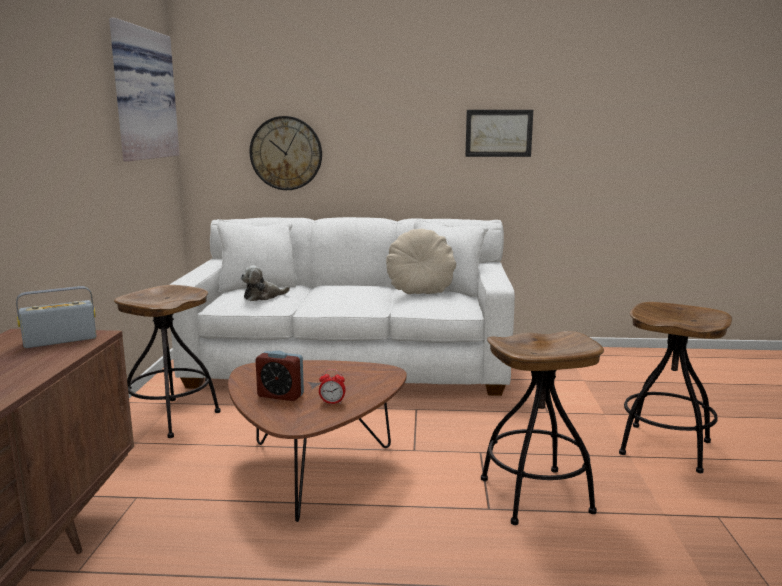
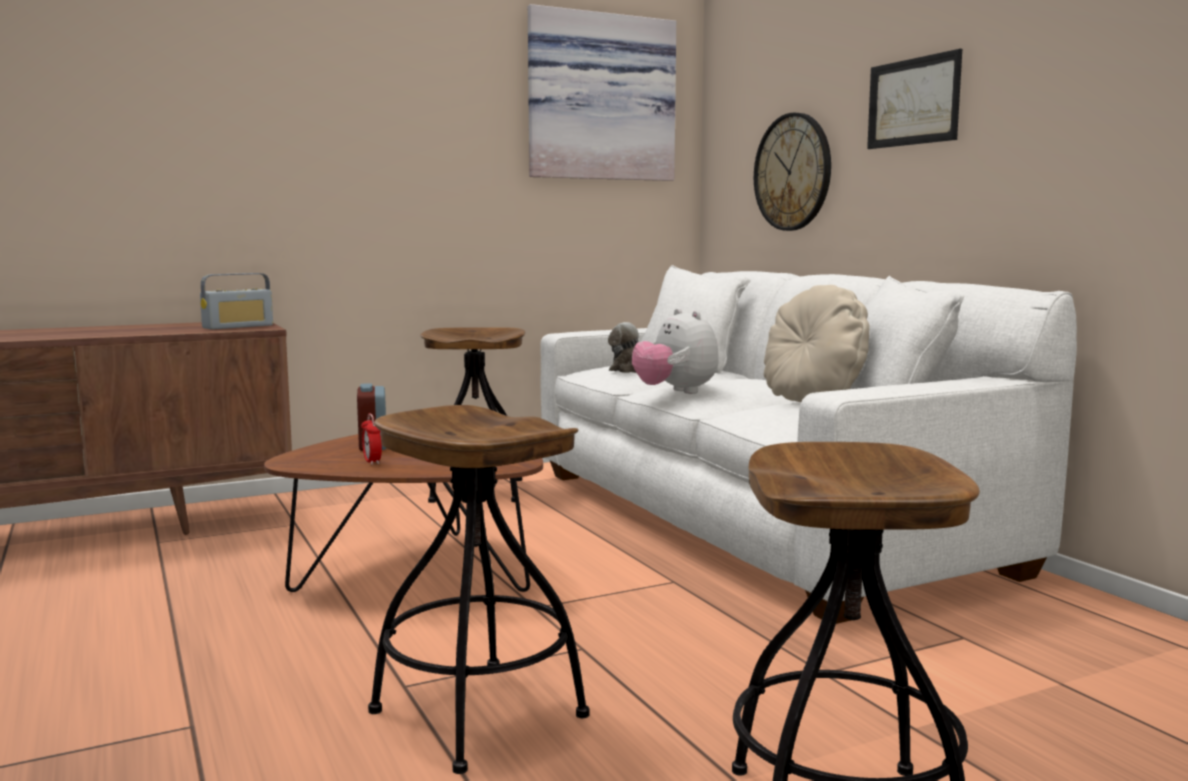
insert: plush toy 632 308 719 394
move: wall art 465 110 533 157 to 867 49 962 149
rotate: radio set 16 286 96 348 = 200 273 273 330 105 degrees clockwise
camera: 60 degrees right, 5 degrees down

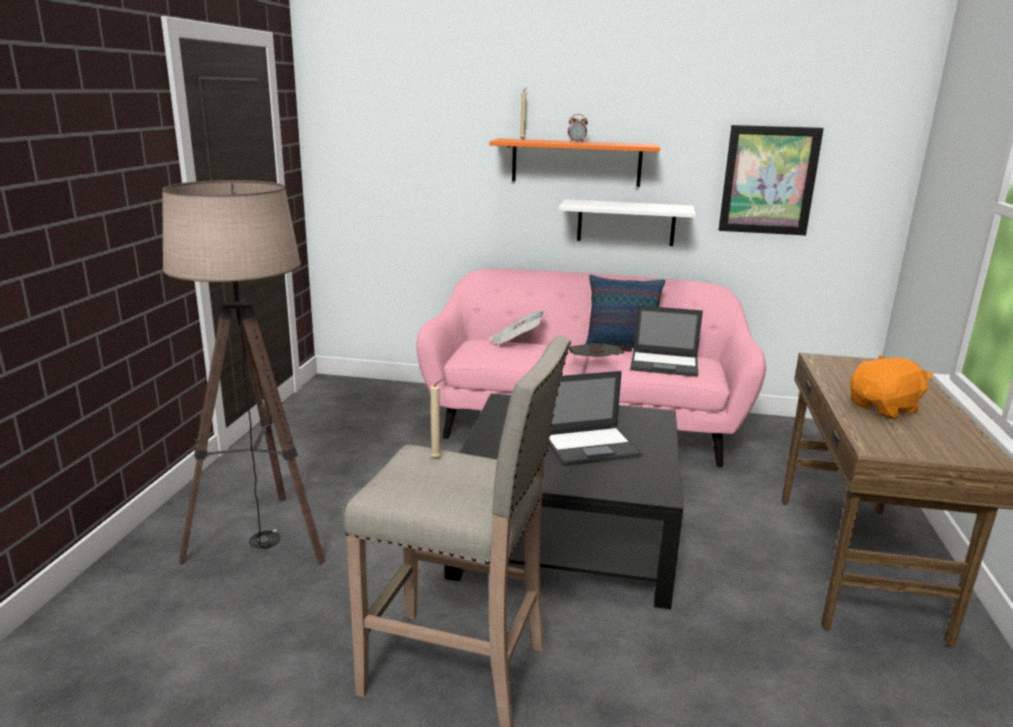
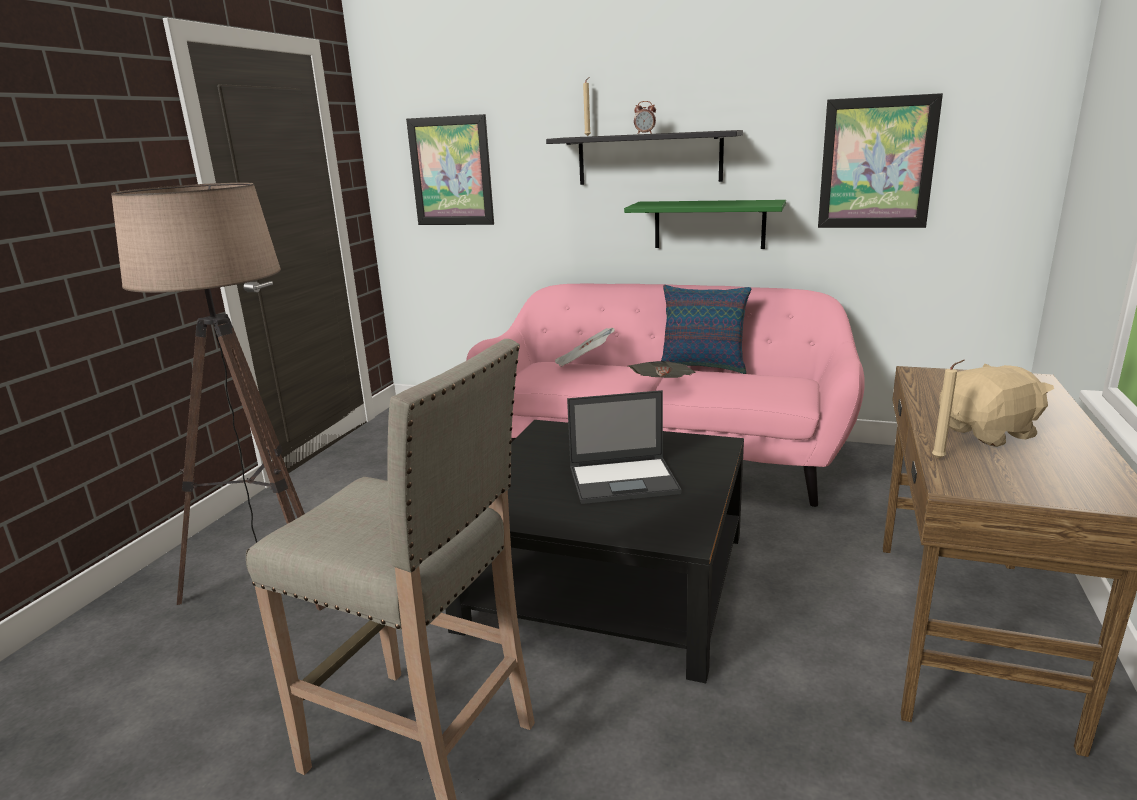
delete: laptop 630 305 703 377
insert: wall art 406 114 494 225
move: beige wax candle 430 379 444 458 to 932 360 965 459
recolor: orange shelf 490 139 660 187 to blackish shelf 546 130 743 185; white shelf 558 199 696 246 to green shelf 624 200 786 249; orange plush toy 850 355 934 419 to beige plush toy 939 364 1054 447
camera: 10 degrees right, 0 degrees up

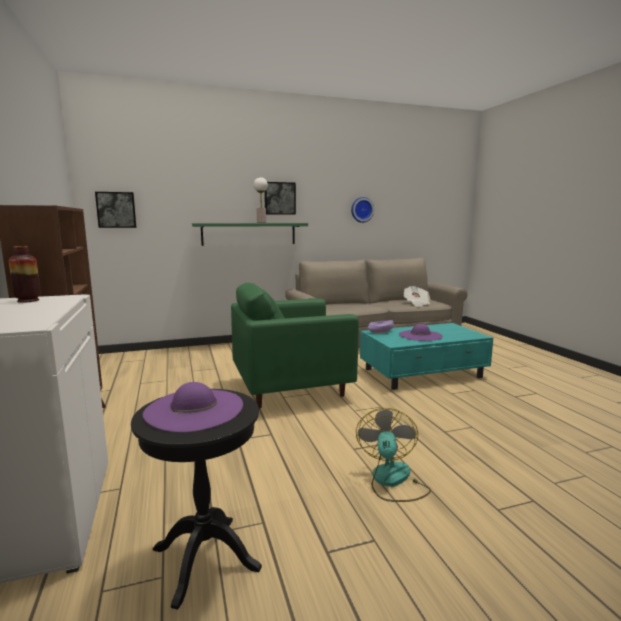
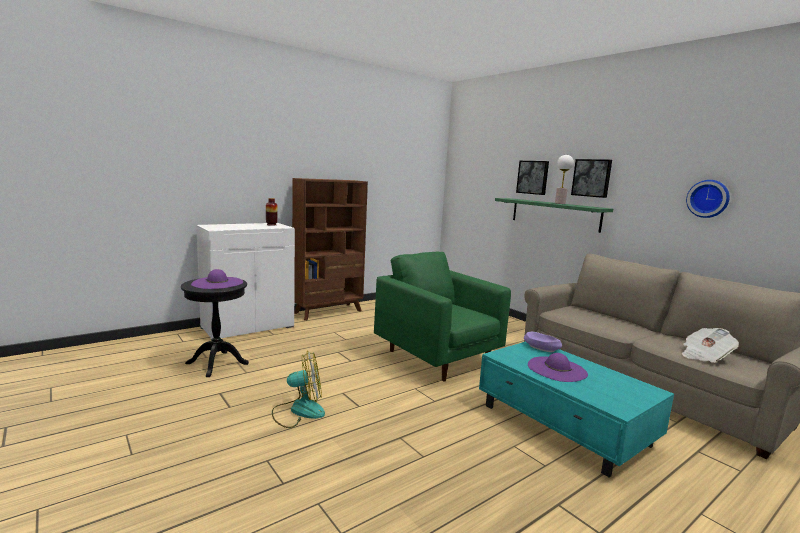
move: wall art 95 192 137 228 to 516 161 549 195
camera: 70 degrees right, 0 degrees up

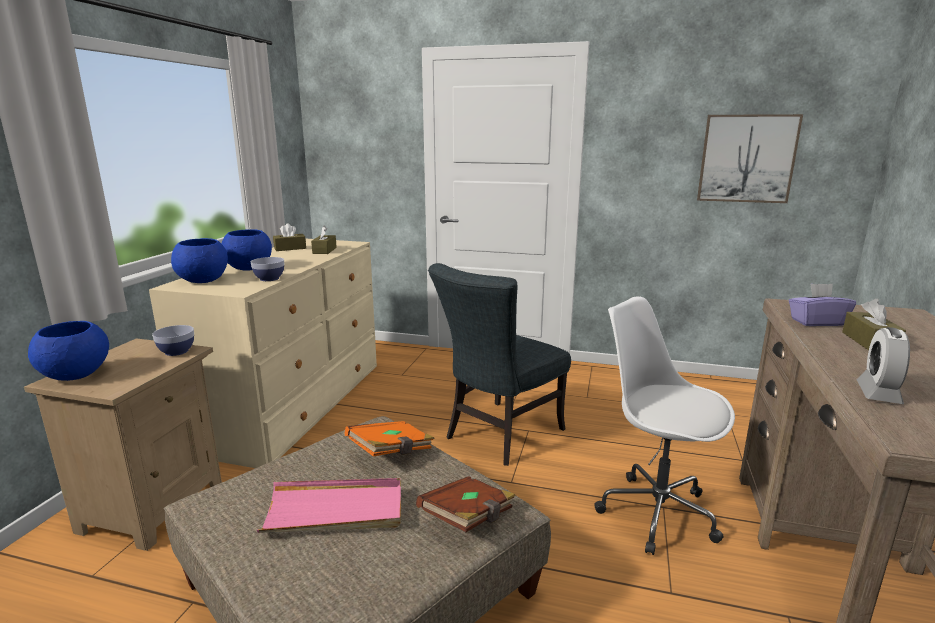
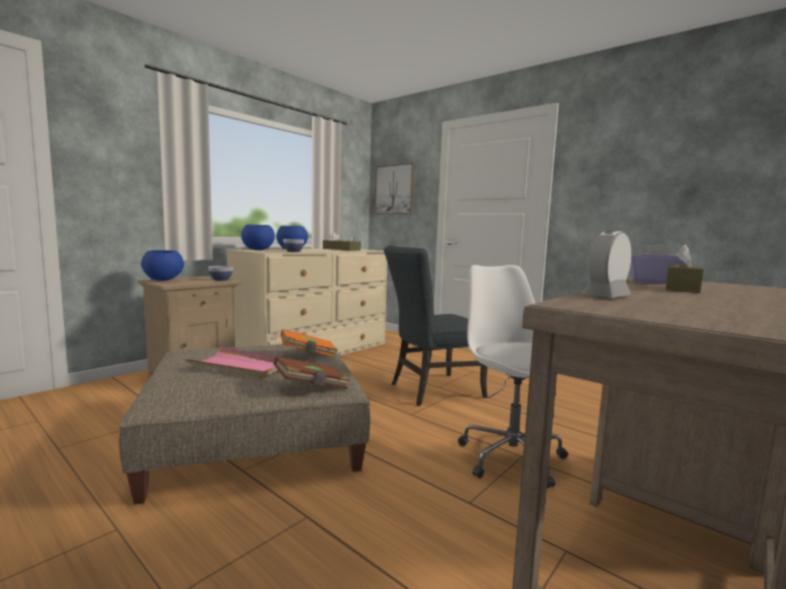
move: wall art 697 114 803 203 to 375 163 415 214
camera: 25 degrees right, 10 degrees down

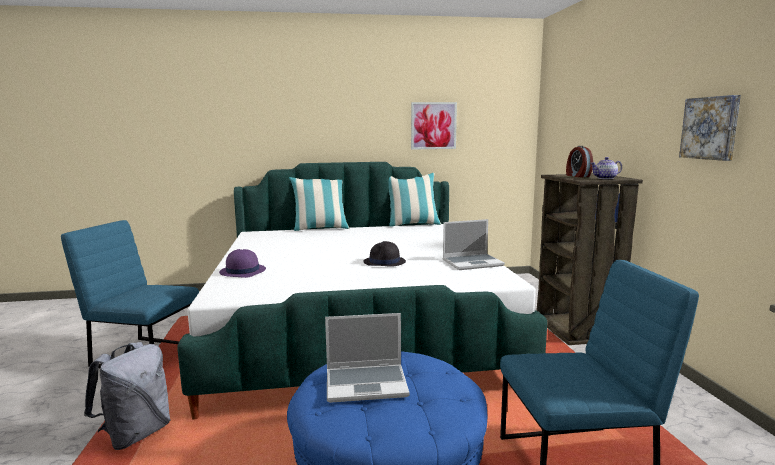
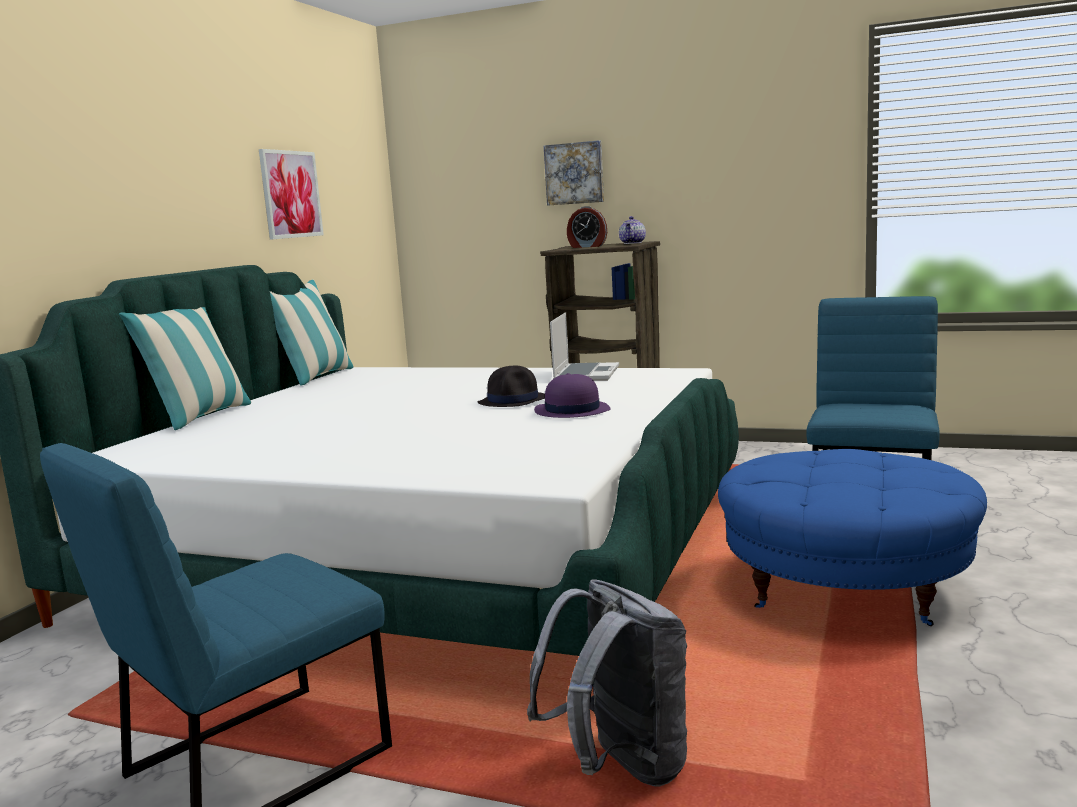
delete: laptop 325 313 409 403
move: wall art 679 95 741 161 to 544 140 604 206; purple-coloured wearable hat 219 249 266 278 to 534 373 611 418
camera: 60 degrees left, 0 degrees up

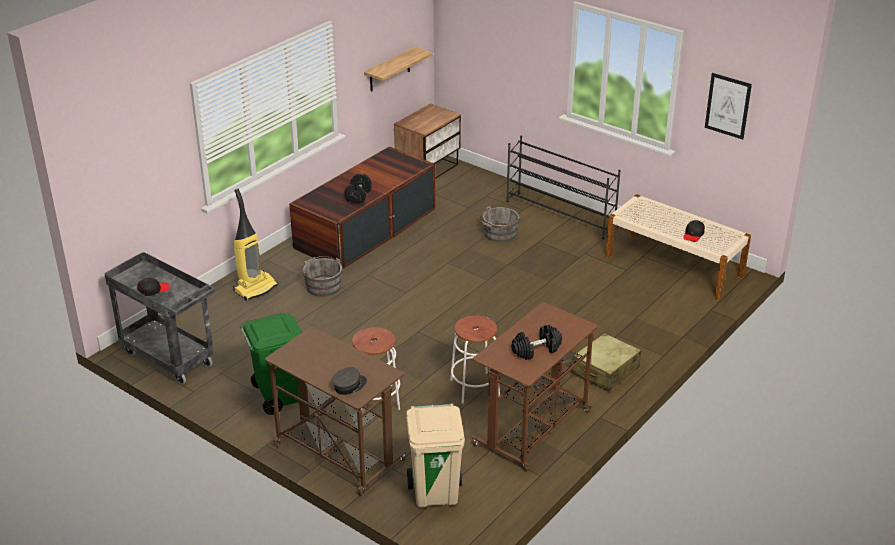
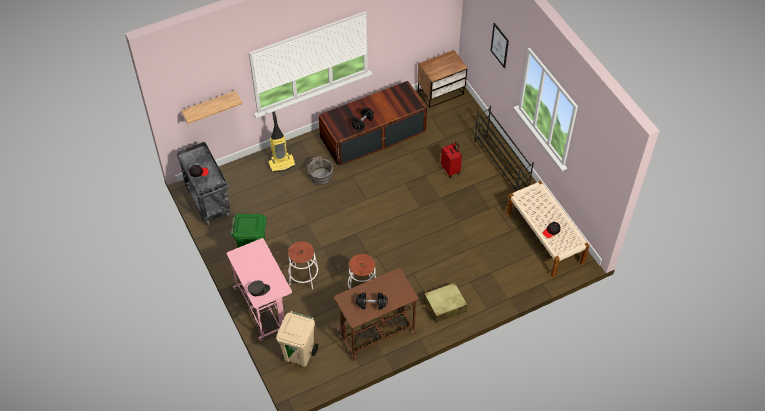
move: shelf 364 47 433 91 to 181 91 242 124; wall art 705 73 752 140 to 490 23 509 68
replace: gray pail 478 206 520 242 to reddish piece of luggage 441 142 462 178
recolor: brownish desk table 265 327 406 496 to pink desk table 227 238 292 341
camera: 25 degrees right, 20 degrees up

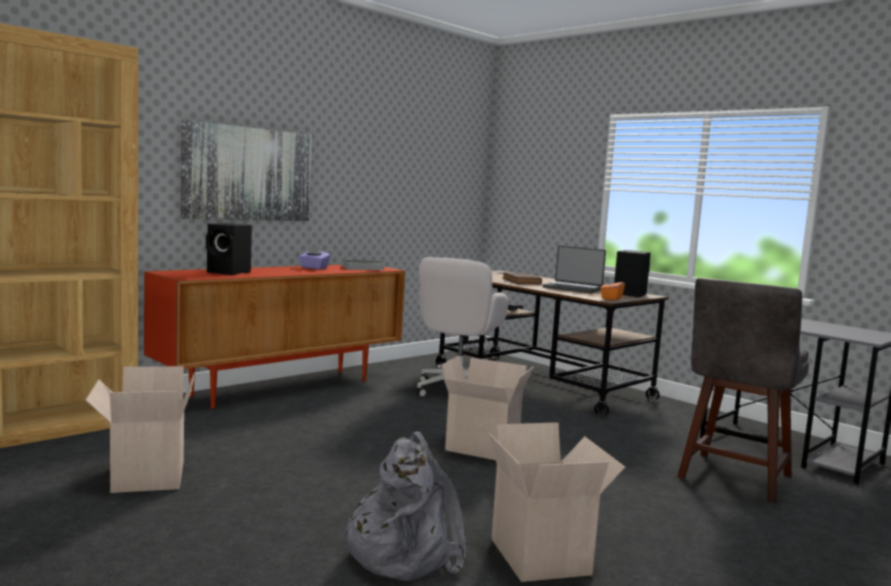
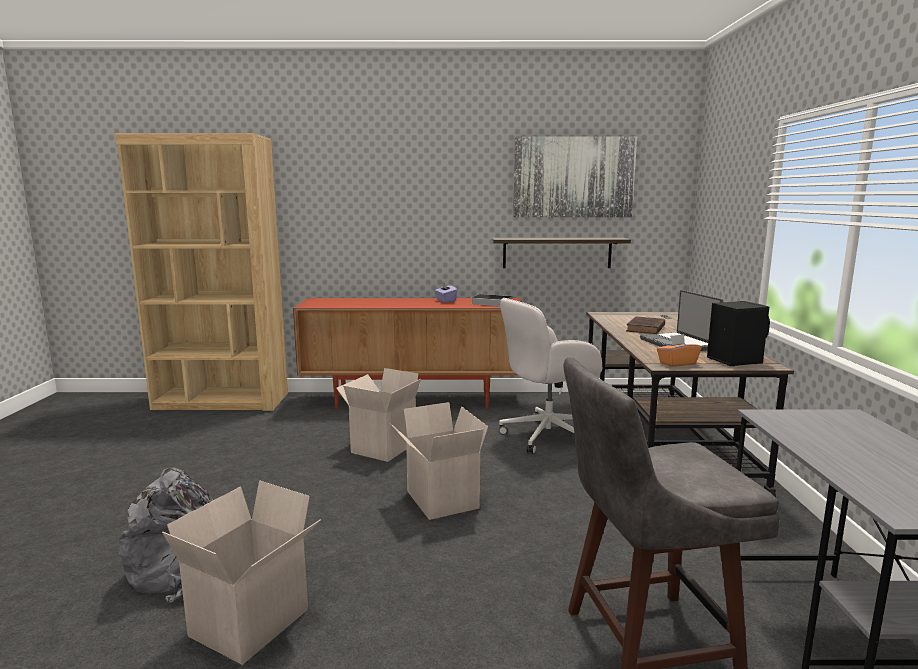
delete: blackish loudspeaker 206 223 252 275
insert: shelf 492 238 631 268
move: wall art 180 120 312 221 to 513 136 637 217; packing box 86 366 195 493 to 336 368 421 462
camera: 45 degrees right, 5 degrees up

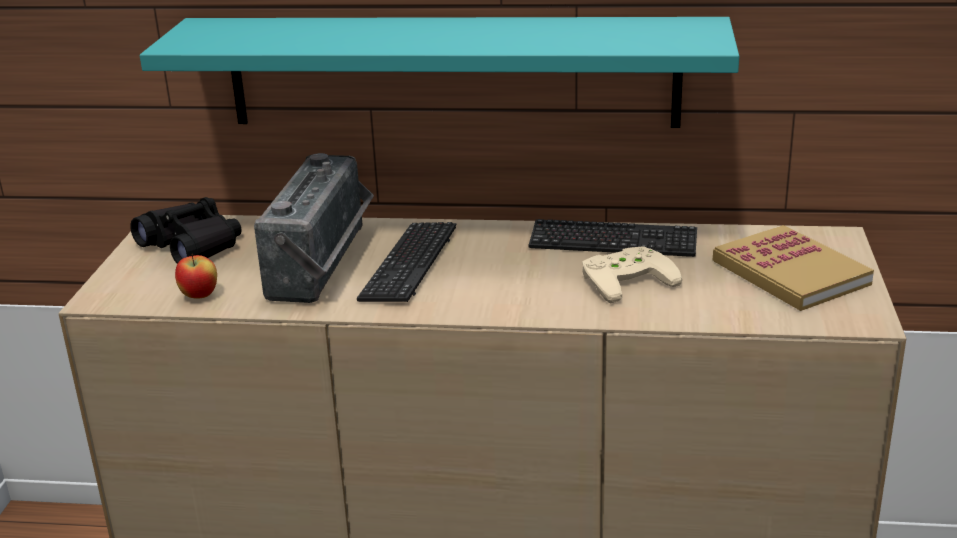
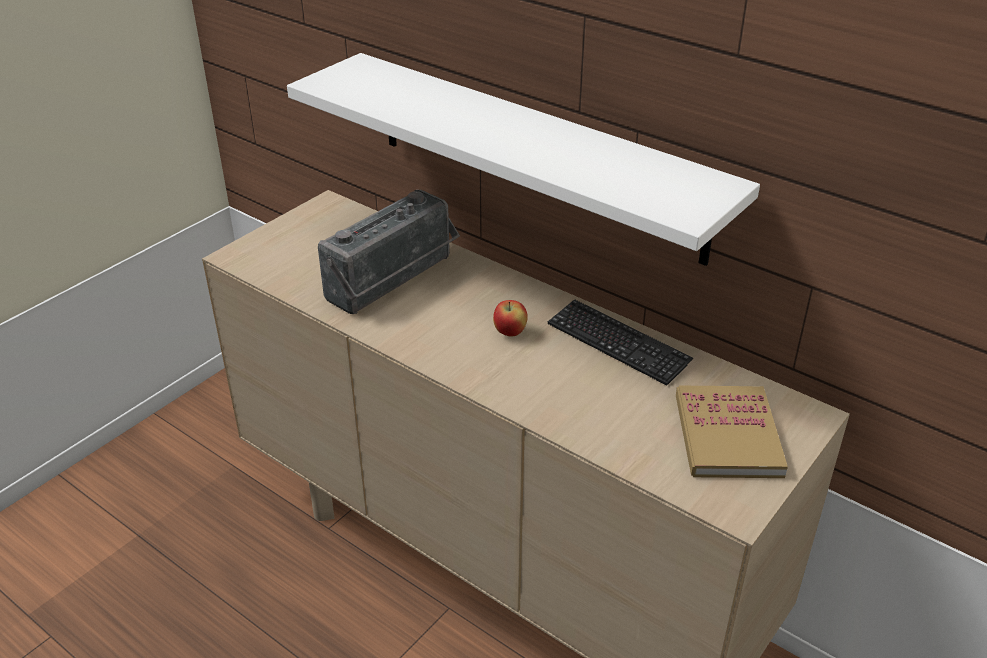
delete: blackish binoculars 130 197 242 264; PC keyboard 357 222 456 302; beige game controller 582 246 682 304
move: whole apple 175 254 217 298 to 493 300 528 337
recolor: blue-green shelf 140 17 739 128 to white shelf 287 53 760 266
camera: 30 degrees right, 10 degrees up

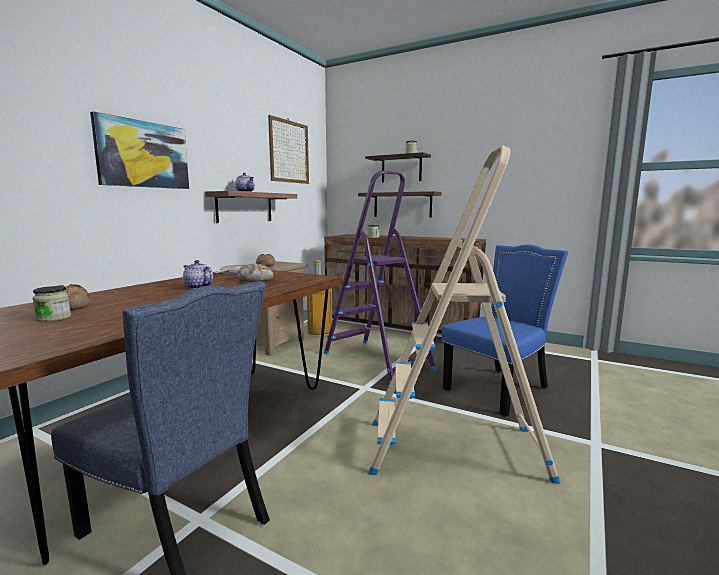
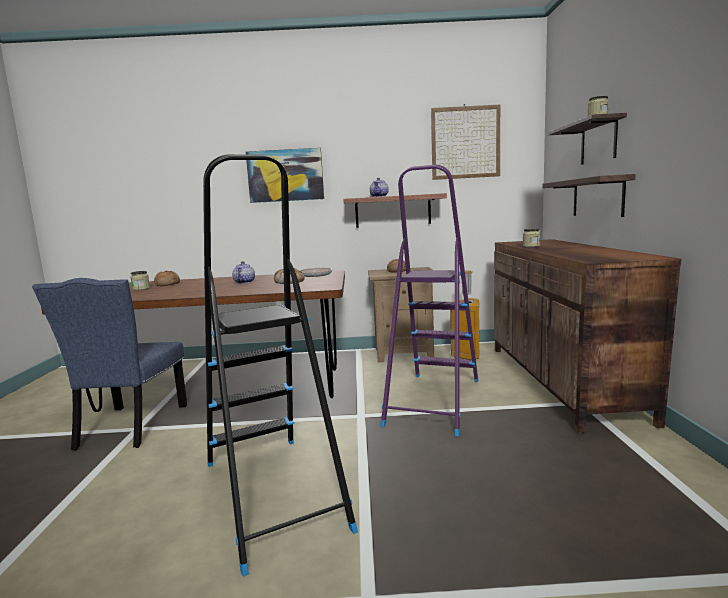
delete: blue upright chair 441 245 568 417
recolor: beige step ladder 368 145 561 484 to blackish step ladder 203 154 358 576
camera: 60 degrees right, 0 degrees up

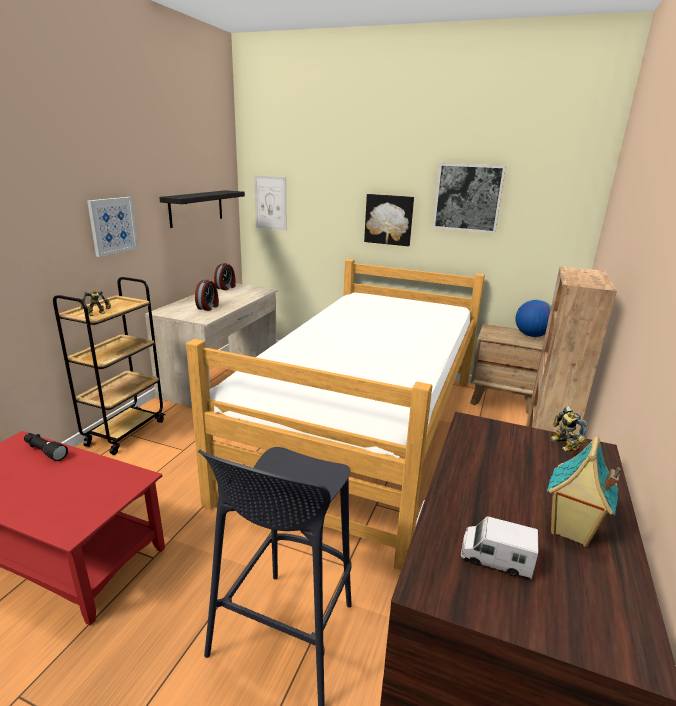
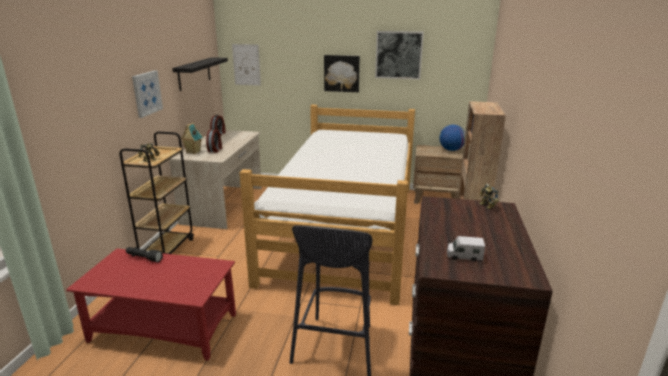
move: model house 547 436 621 547 to 181 123 203 154
camera: 10 degrees left, 0 degrees up

